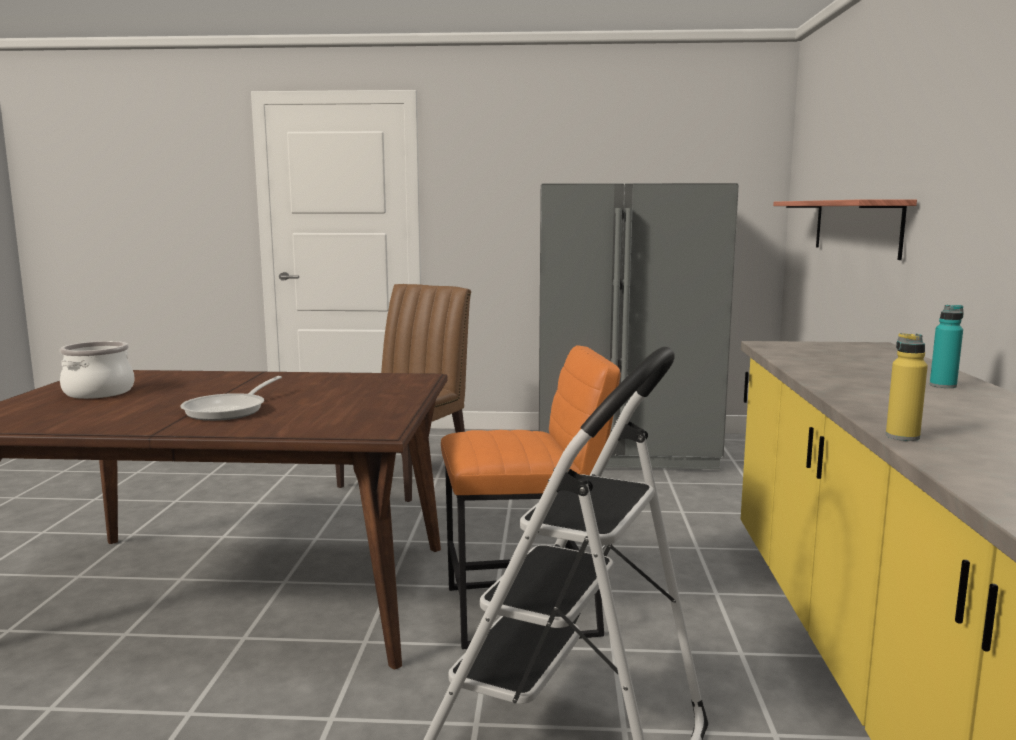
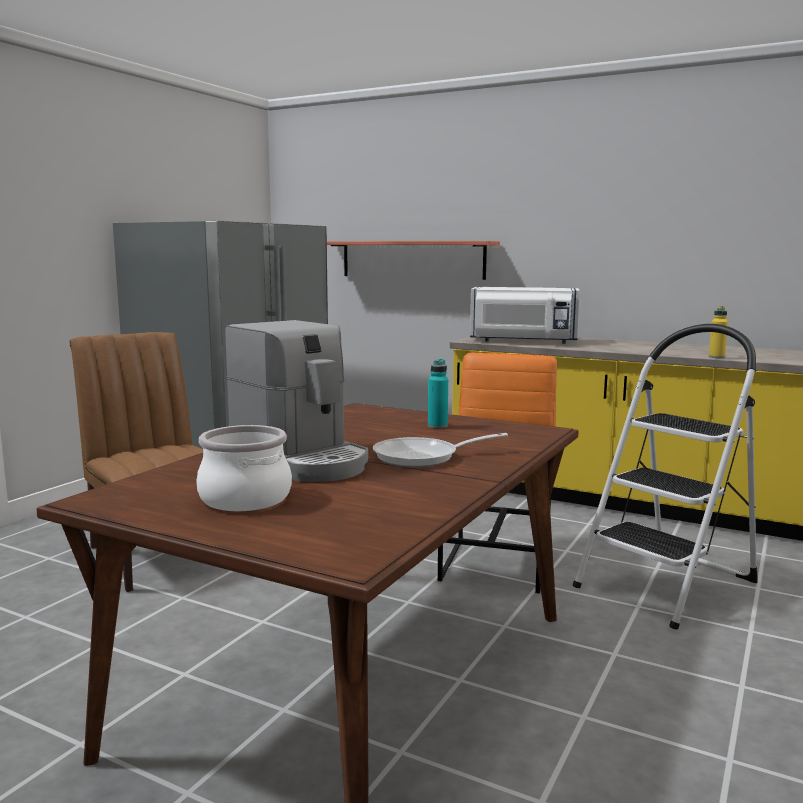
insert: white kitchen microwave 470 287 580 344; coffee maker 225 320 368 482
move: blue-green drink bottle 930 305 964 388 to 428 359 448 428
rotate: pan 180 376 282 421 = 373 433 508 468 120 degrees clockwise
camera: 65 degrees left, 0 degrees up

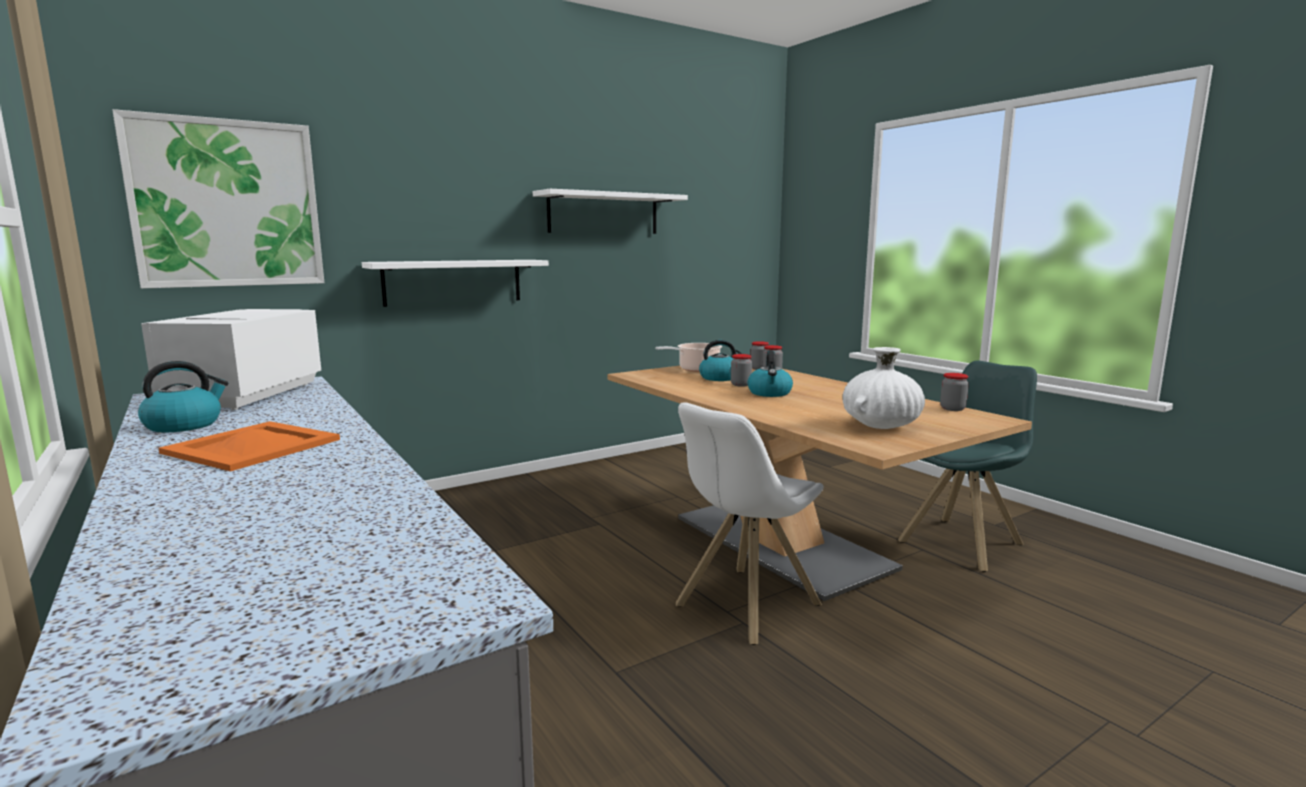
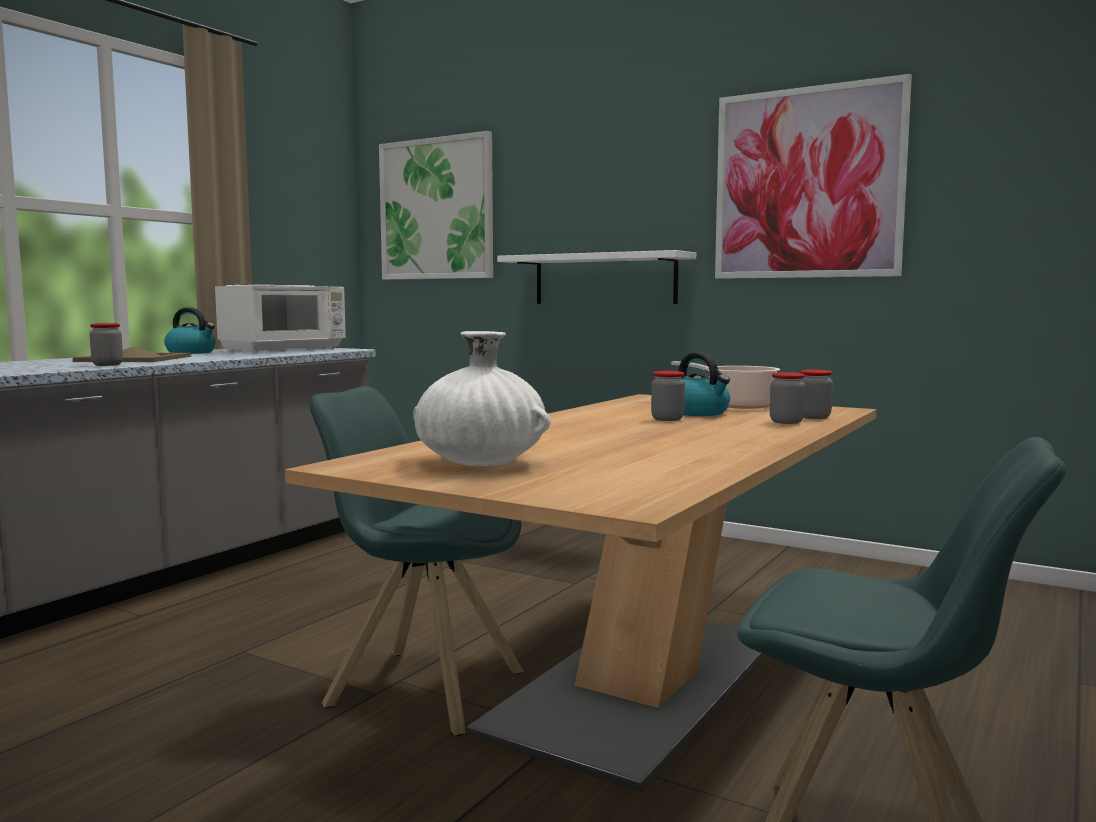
delete: water kettle 747 351 793 397
move: preserve jar 940 373 969 411 to 90 323 123 366
replace: white shelf 533 189 688 234 to wall art 715 74 912 279
recolor: white upright chair 676 402 824 645 to blue-green upright chair 309 386 524 736; orange tray 158 421 340 471 to beige tray 73 347 191 362
rotate: white kitchen microwave 141 309 321 410 = 215 285 346 353 150 degrees clockwise
camera: 65 degrees right, 5 degrees down

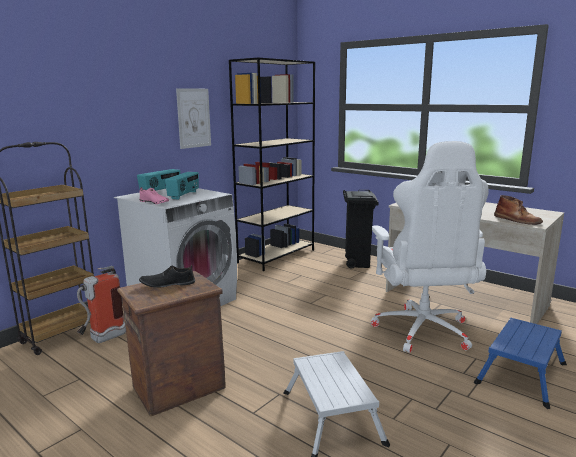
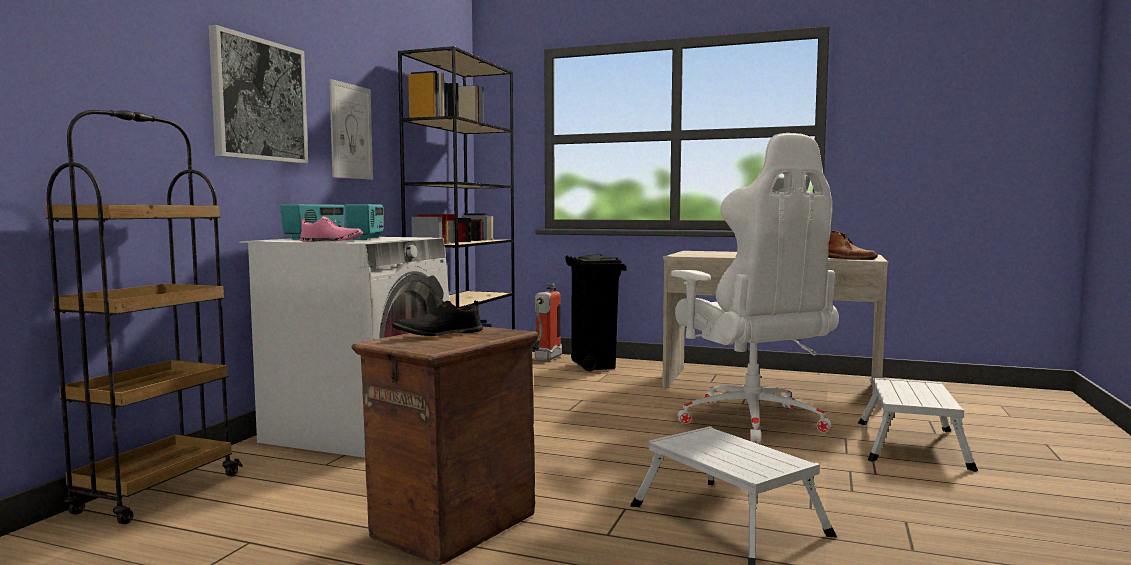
insert: wall art 209 25 308 164
move: fire-fighting cylinder 77 266 126 343 to 533 284 562 361
recolor: blue step ladder 474 317 567 409 to white step ladder 858 378 978 472
camera: 20 degrees left, 10 degrees down

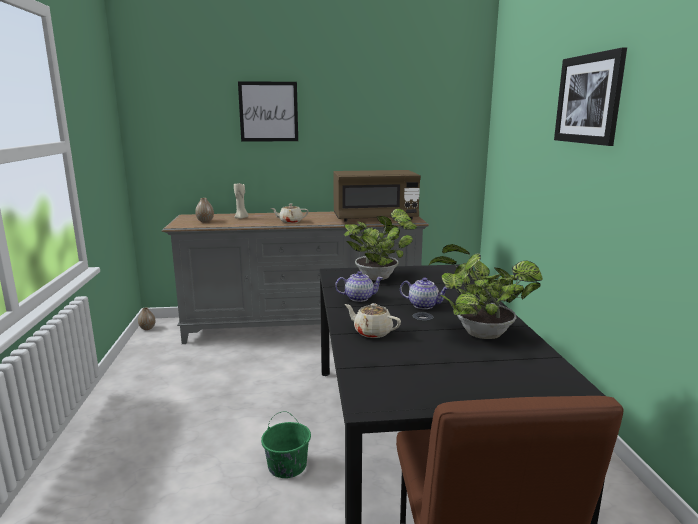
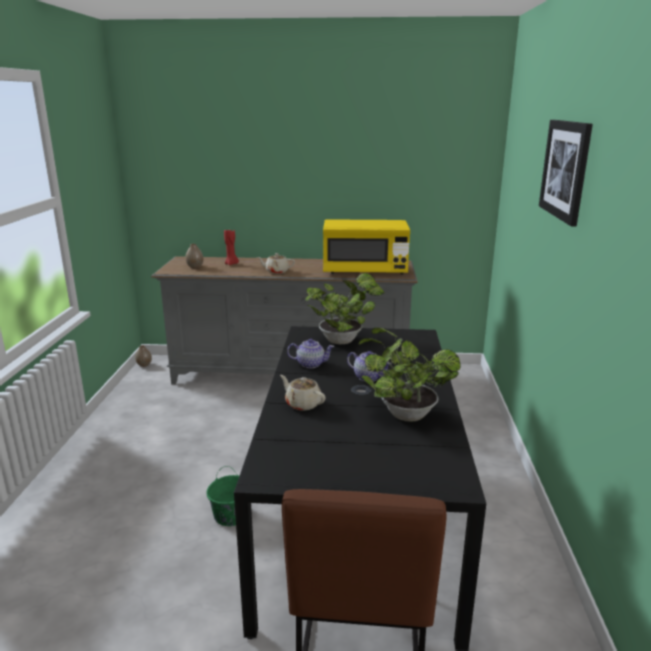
delete: wall art 238 81 298 142
recolor: brownish kitchen microwave 333 170 421 222 to yellowish kitchen microwave 323 219 410 274; beige wax candle 234 183 248 219 to reddish wax candle 224 230 239 265
camera: 10 degrees right, 5 degrees up

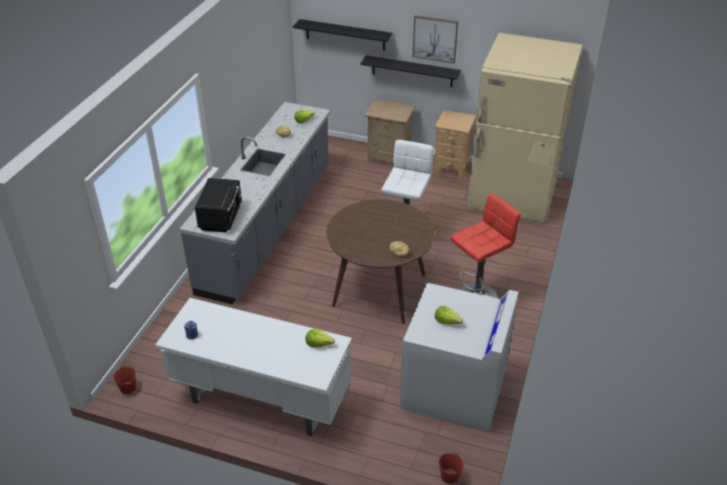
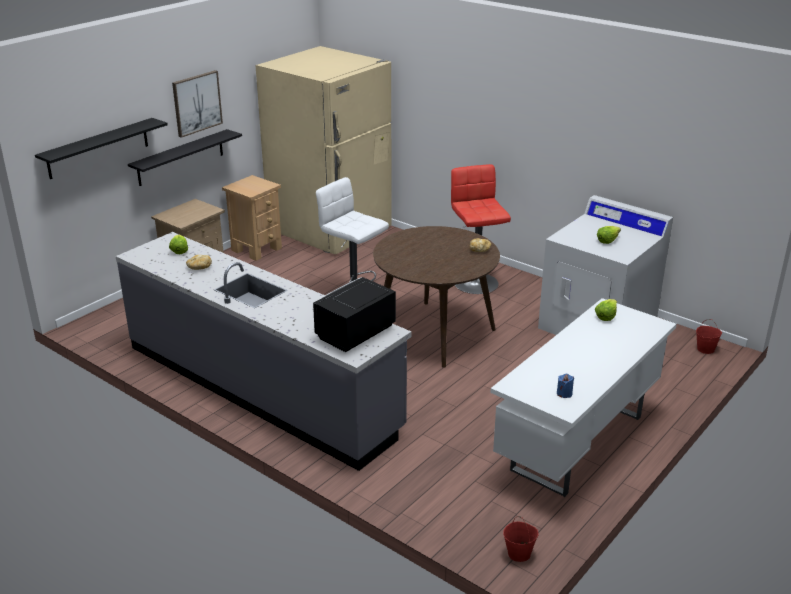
rotate: blackish kitchen microwave 195 178 242 232 = 313 277 396 352 75 degrees counterclockwise
camera: 70 degrees left, 10 degrees down

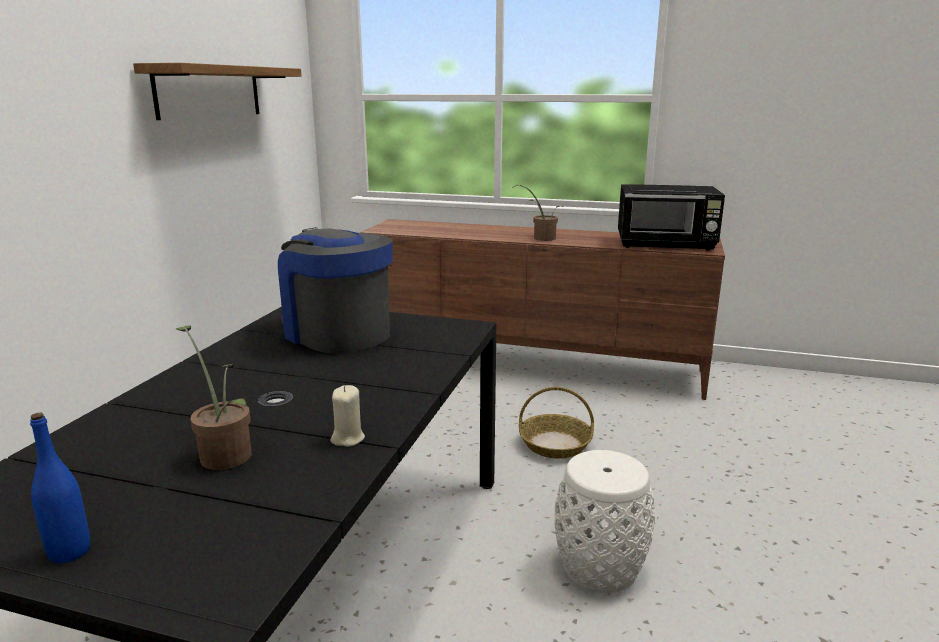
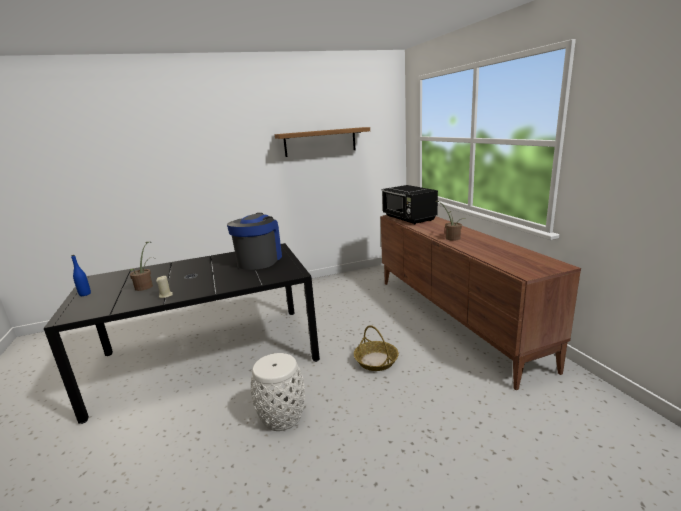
move: blackish kitchen microwave 618 184 725 251 to 382 185 438 224
camera: 55 degrees right, 0 degrees up

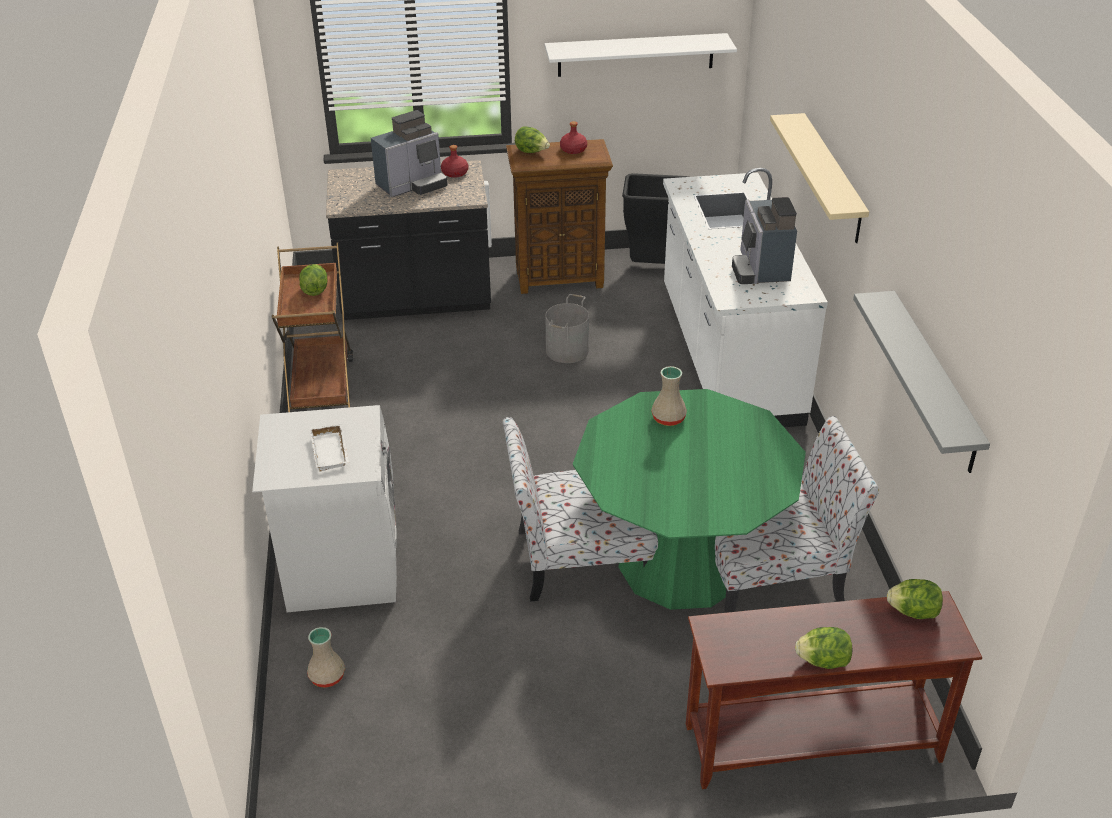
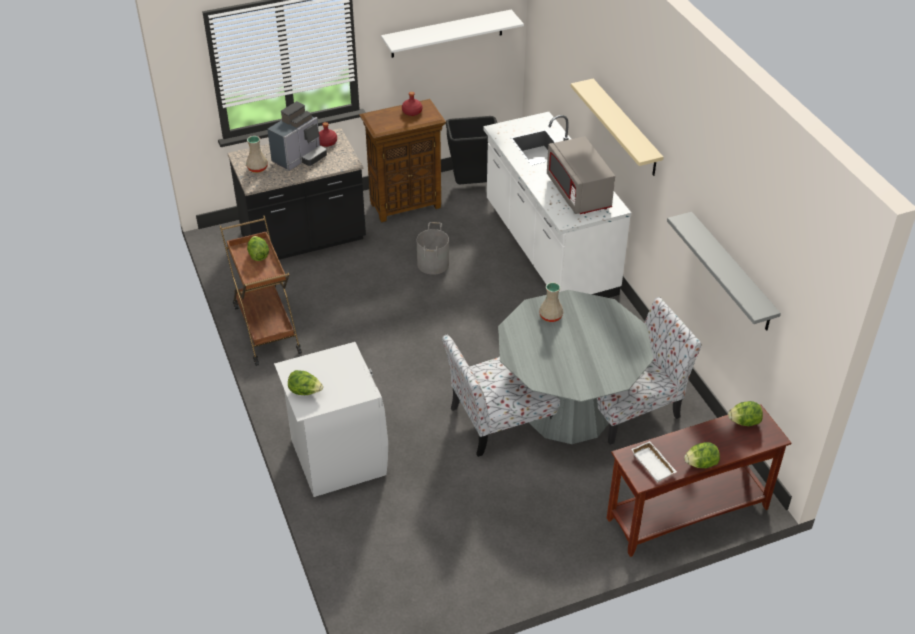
move: lettuce 515 126 550 153 to 288 370 323 395; white tray 310 424 349 472 to 631 441 677 482; beige flower vase 307 627 345 688 to 246 136 268 173
replace: coffee maker 732 197 797 284 to gray kitchen microwave 547 136 615 214
recolor: green dining table 573 389 806 610 to gray dining table 498 290 653 444
camera: 15 degrees left, 5 degrees up

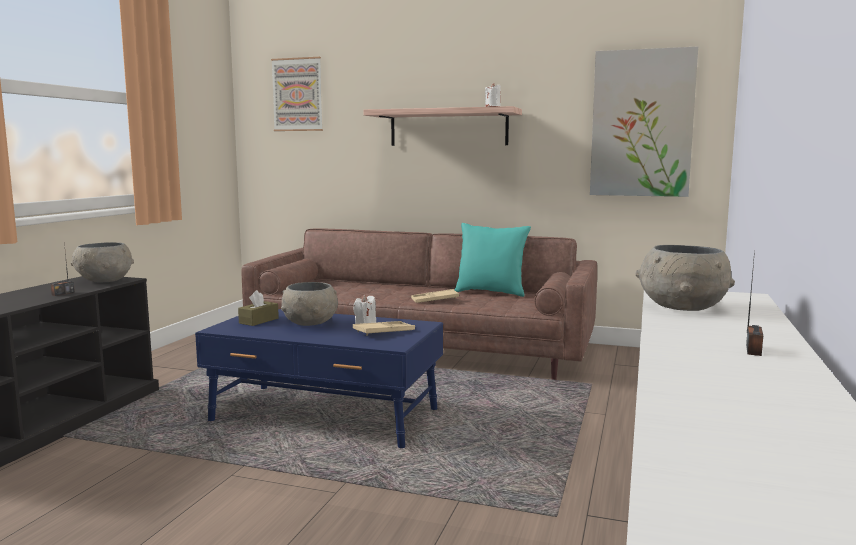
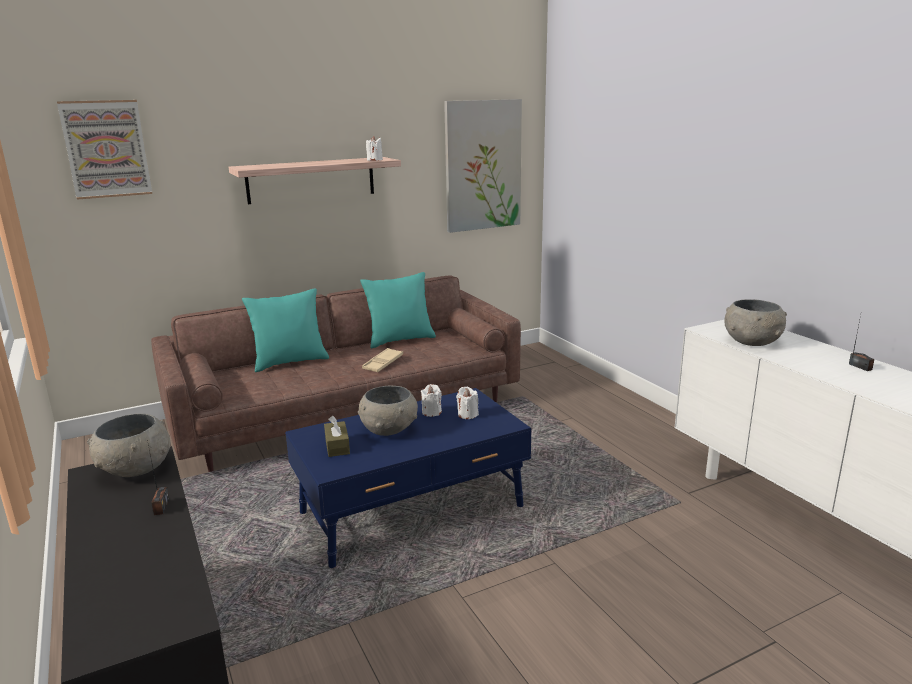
insert: blue-green cushion 242 288 329 372
replace: beige tray 353 321 415 336 to white wax candle 456 387 479 419
camera: 45 degrees left, 10 degrees up

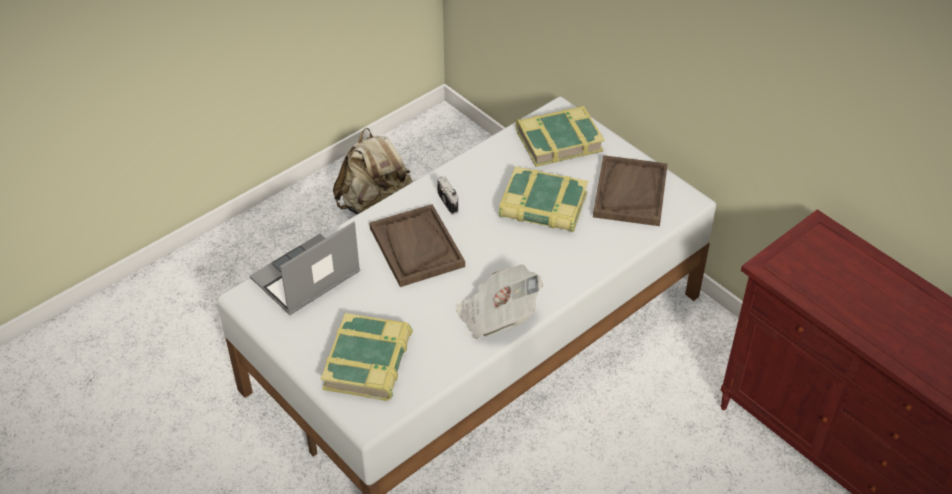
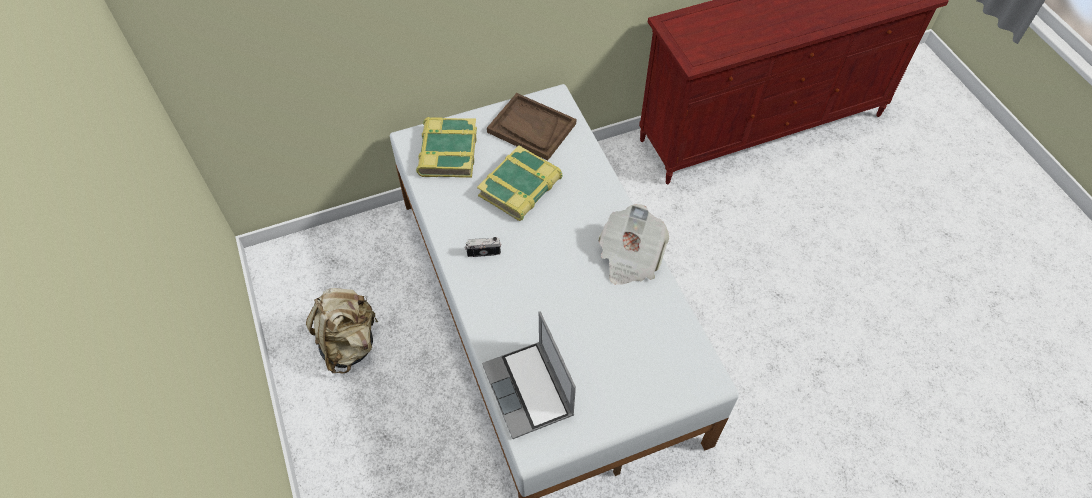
delete: brownish tray 369 204 465 287; book 321 313 413 401
camera: 70 degrees left, 10 degrees up

